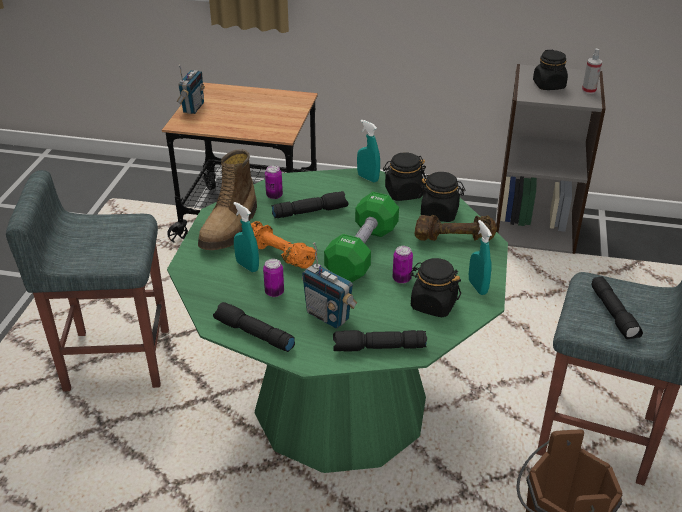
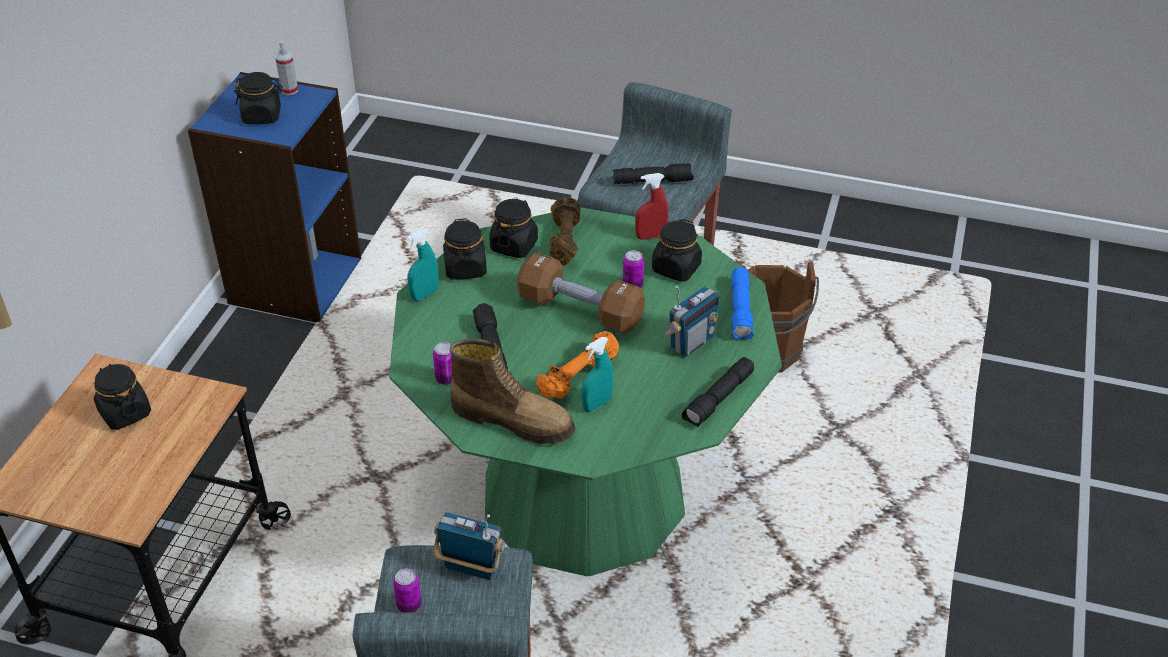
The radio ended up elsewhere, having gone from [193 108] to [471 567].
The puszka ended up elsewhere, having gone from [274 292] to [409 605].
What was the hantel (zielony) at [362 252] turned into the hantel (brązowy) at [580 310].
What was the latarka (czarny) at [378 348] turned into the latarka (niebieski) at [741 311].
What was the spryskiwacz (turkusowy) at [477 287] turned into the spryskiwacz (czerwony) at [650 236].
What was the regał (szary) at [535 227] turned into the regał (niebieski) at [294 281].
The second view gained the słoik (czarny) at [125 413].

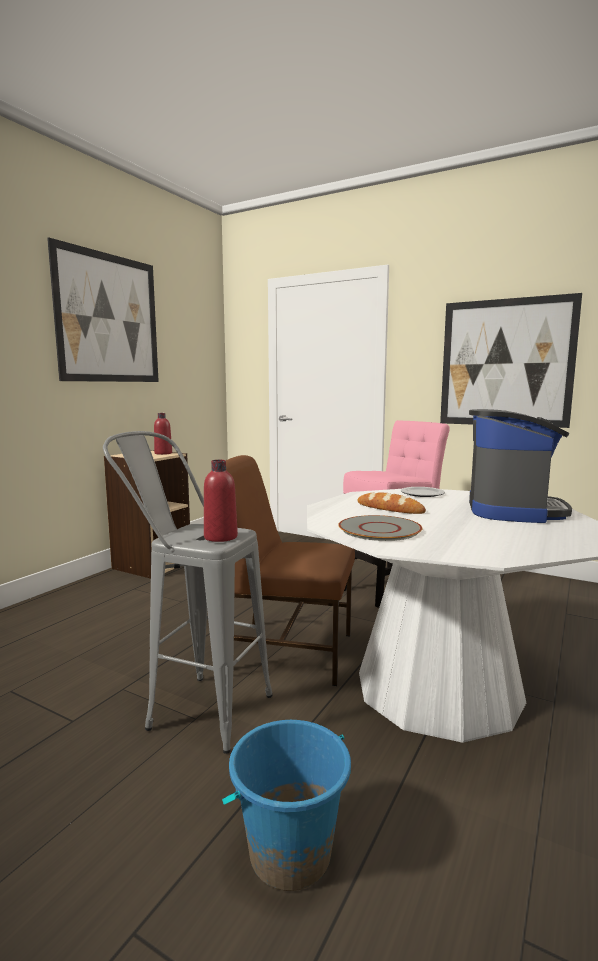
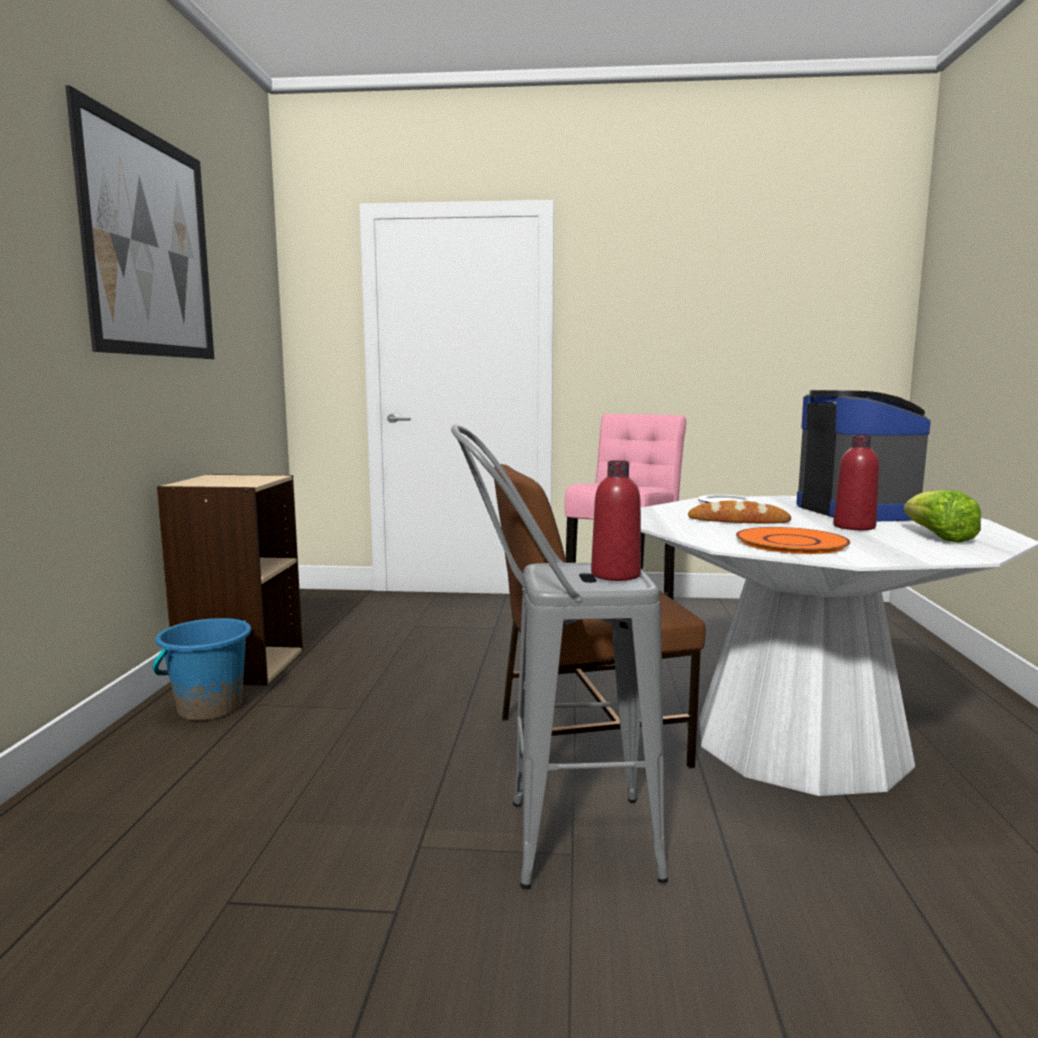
The butelka (czerwony) ended up elsewhere, having gone from [163 453] to [854 527].
The wiadro (niebieski) ended up elsewhere, having gone from [289 853] to [209 708].
What was the talerz (szary) at [379 529] turned into the talerz (pomarańczowy) at [790 542].
The second view lost the obraz at [505 363].
The second view gained the sałata at [937 537].

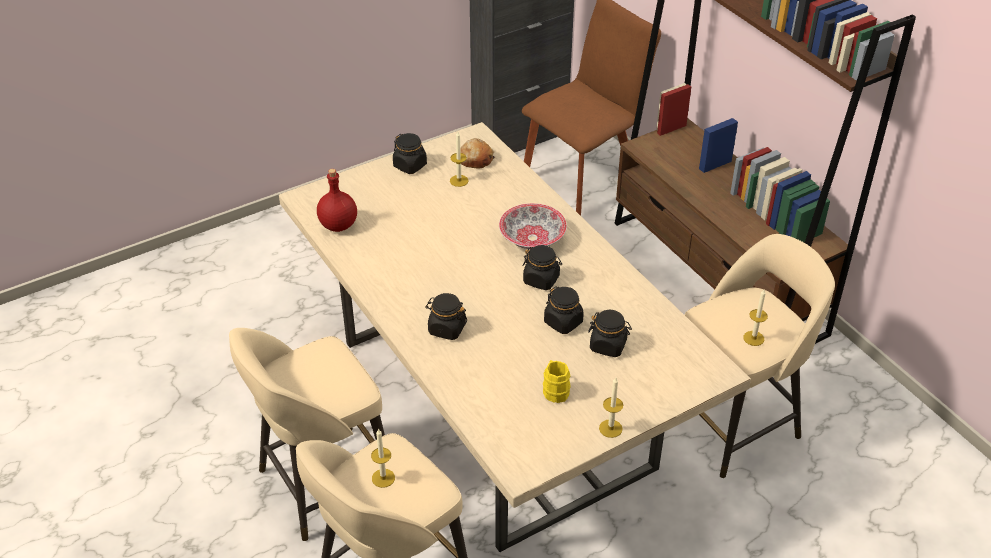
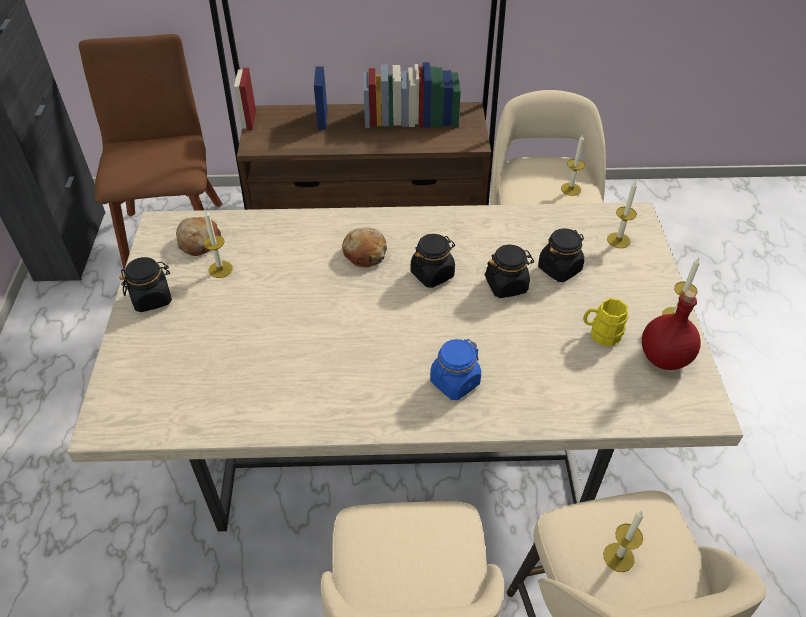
The butelka (czerwony) ended up elsewhere, having gone from [338 225] to [663 357].
What was the słoik (czarny) at [446 329] turned into the słoik (niebieski) at [454 382].
Where the miska stood at [533 238], the chleb came to stand at [365 253].
The second view gained the świeca at [618 240].

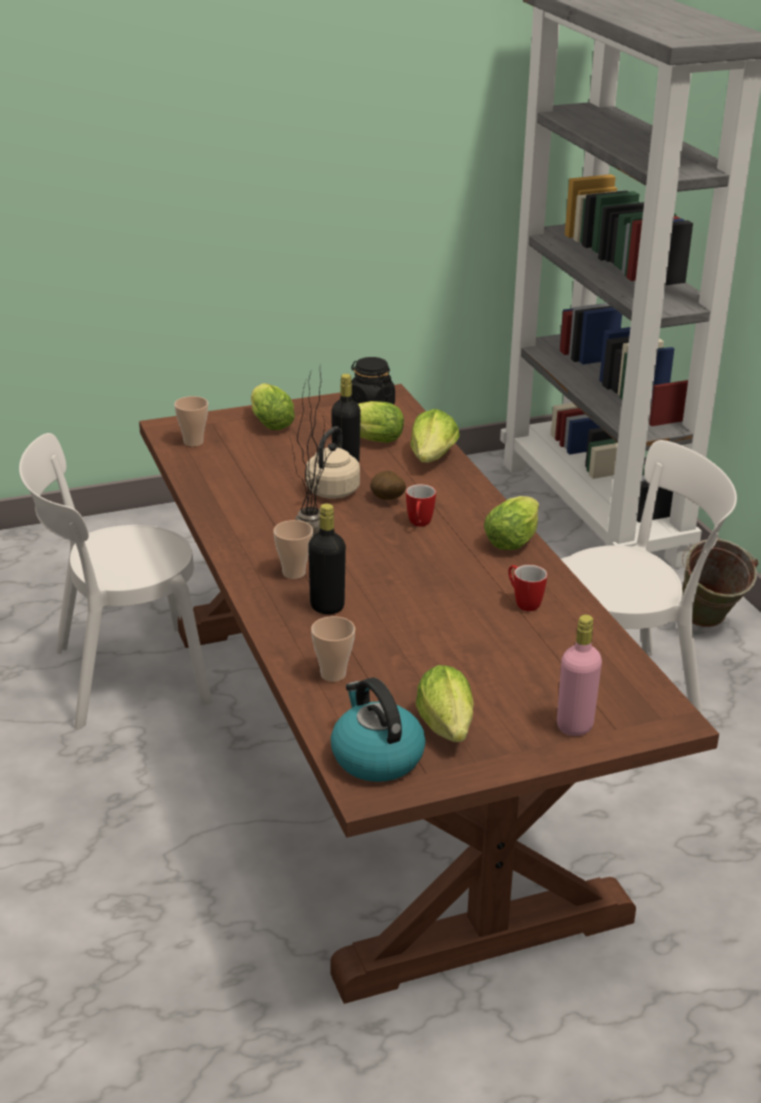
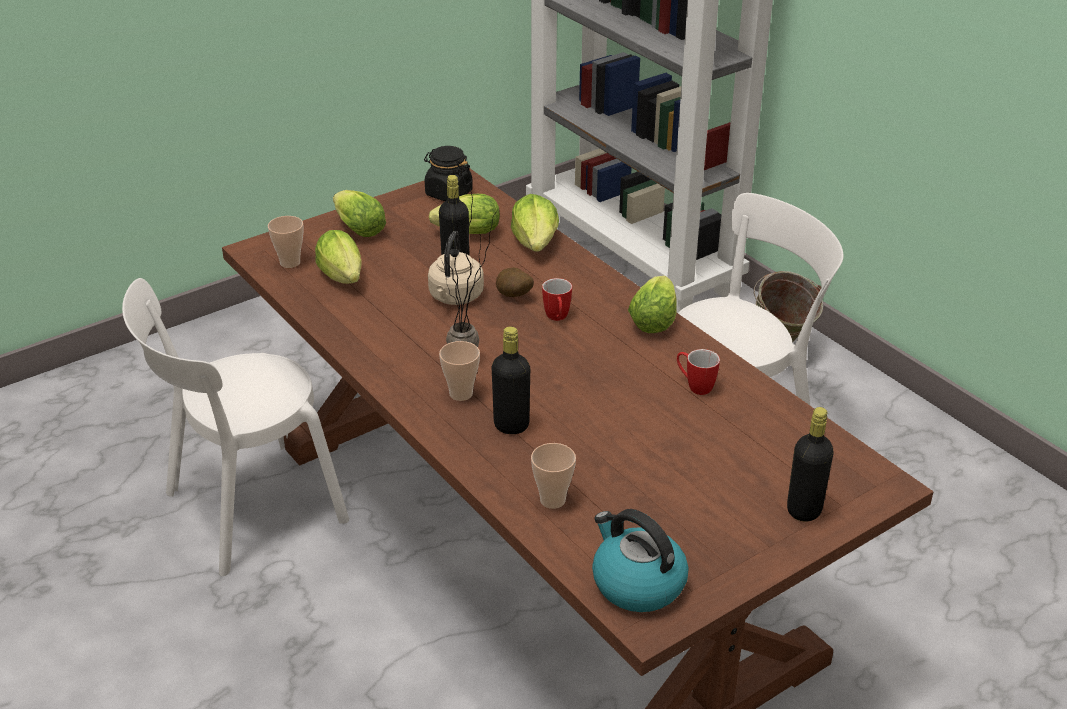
The sałata ended up elsewhere, having gone from [447 730] to [343 279].
What was the butelka (różowy) at [574 726] turned into the butelka (czarny) at [804 510].

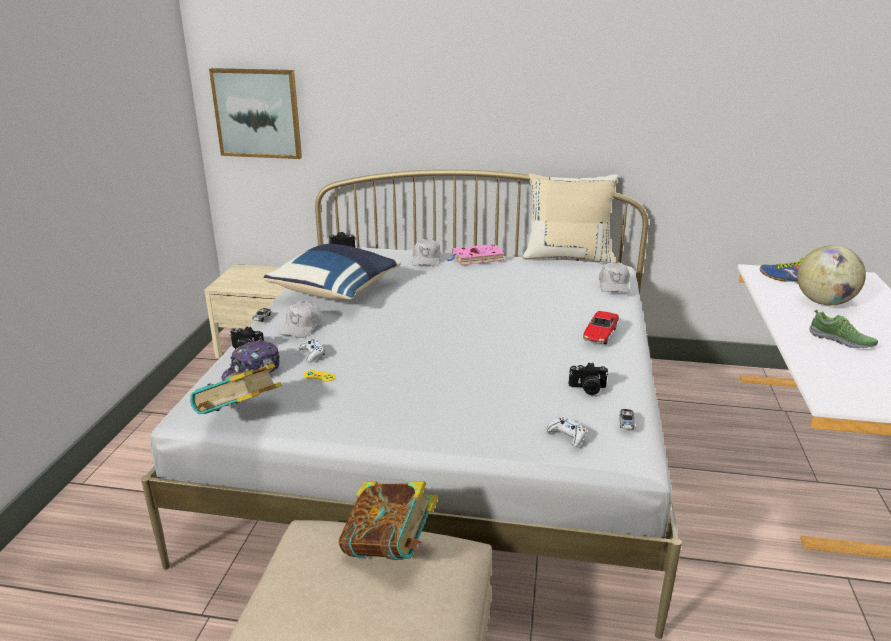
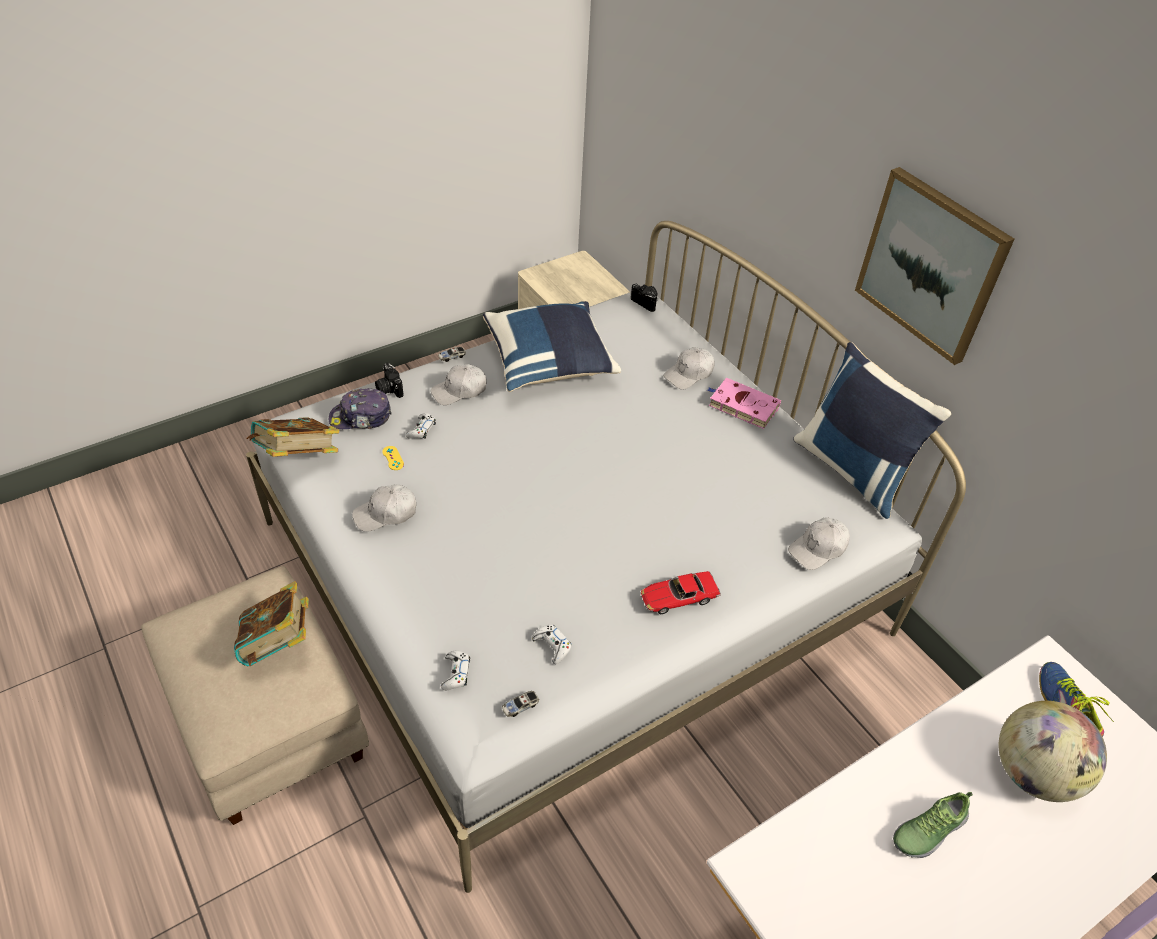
The obraz ended up elsewhere, having gone from [257 113] to [931 265].
What was the poduszka (beżowy) at [568 256] turned into the poduszka (niebieski) at [853 470].
Where the aparat fotograficzny stood at [587 389], the pad do gier (biały) came to stand at [552 646].
The but at [841 341] ended up facing another way, 60 degrees clockwise from before.
The second view gained the czapka z daszkiem (biały) at [386 514].

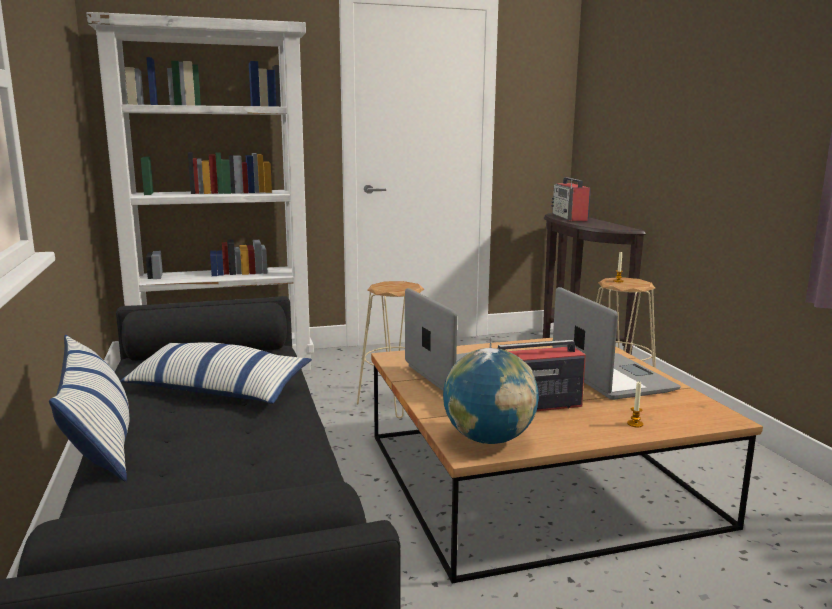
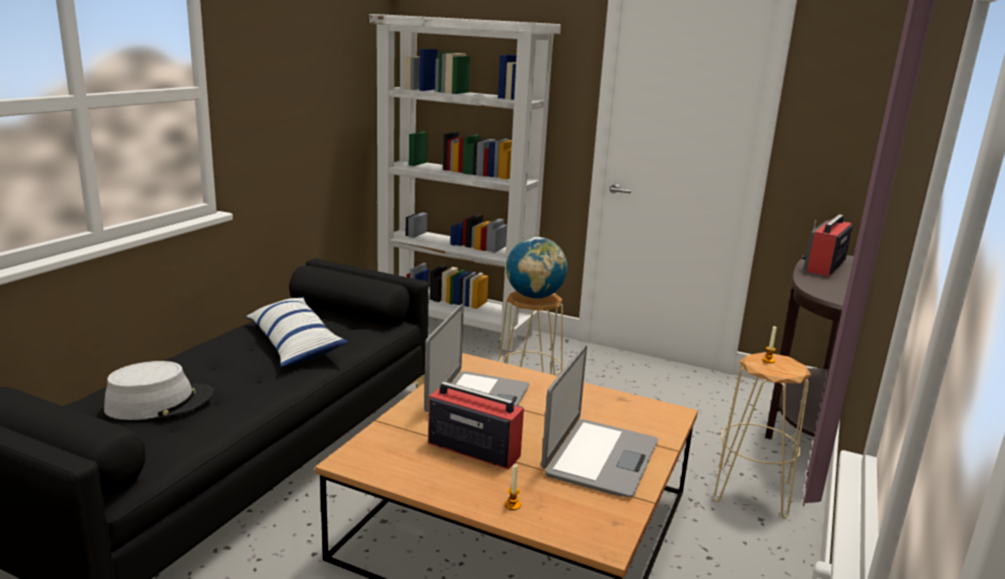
The second view lost the poduszka at [99 439].
The globus ended up elsewhere, having gone from [488 439] to [534 296].
The second view gained the kapelusz (szary) at [160 402].

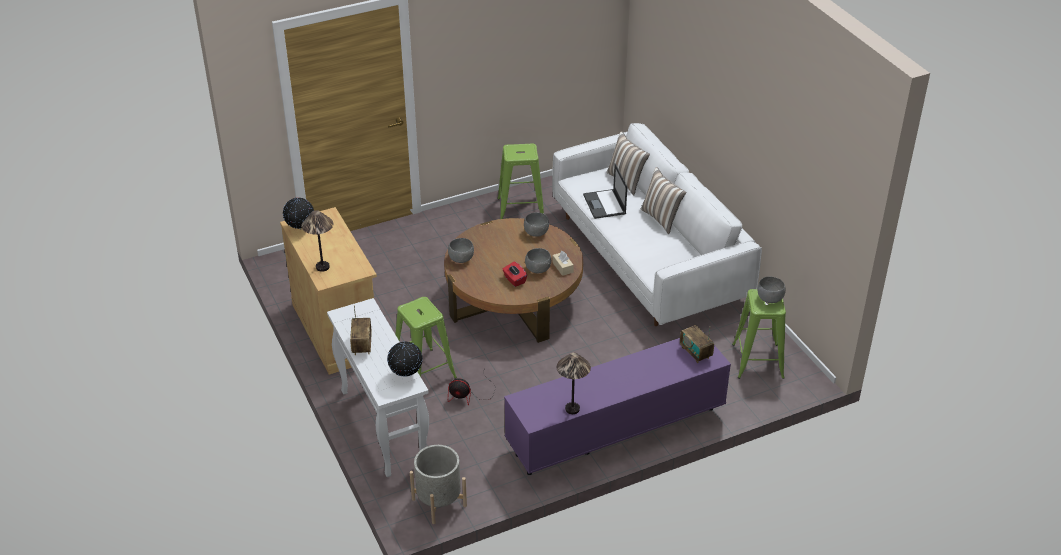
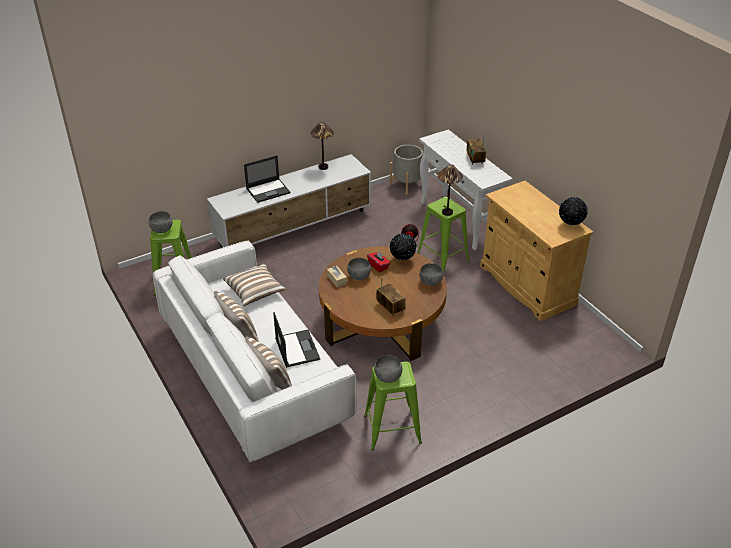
The lampa stołowa ended up elsewhere, having gone from [323 267] to [447 212].
The globus ended up elsewhere, having gone from [406 375] to [402 260].
What was the szafka pod telewizor (fioletowy) at [614 431] turned into the szafka pod telewizor (biały) at [294 227].
The miska (szary) ended up elsewhere, having gone from [536 233] to [387 378].
The radio ended up elsewhere, having gone from [695 353] to [390 307].
The second view gained the poduszka at [255 291].
The second view gained the laptop at [268 190].

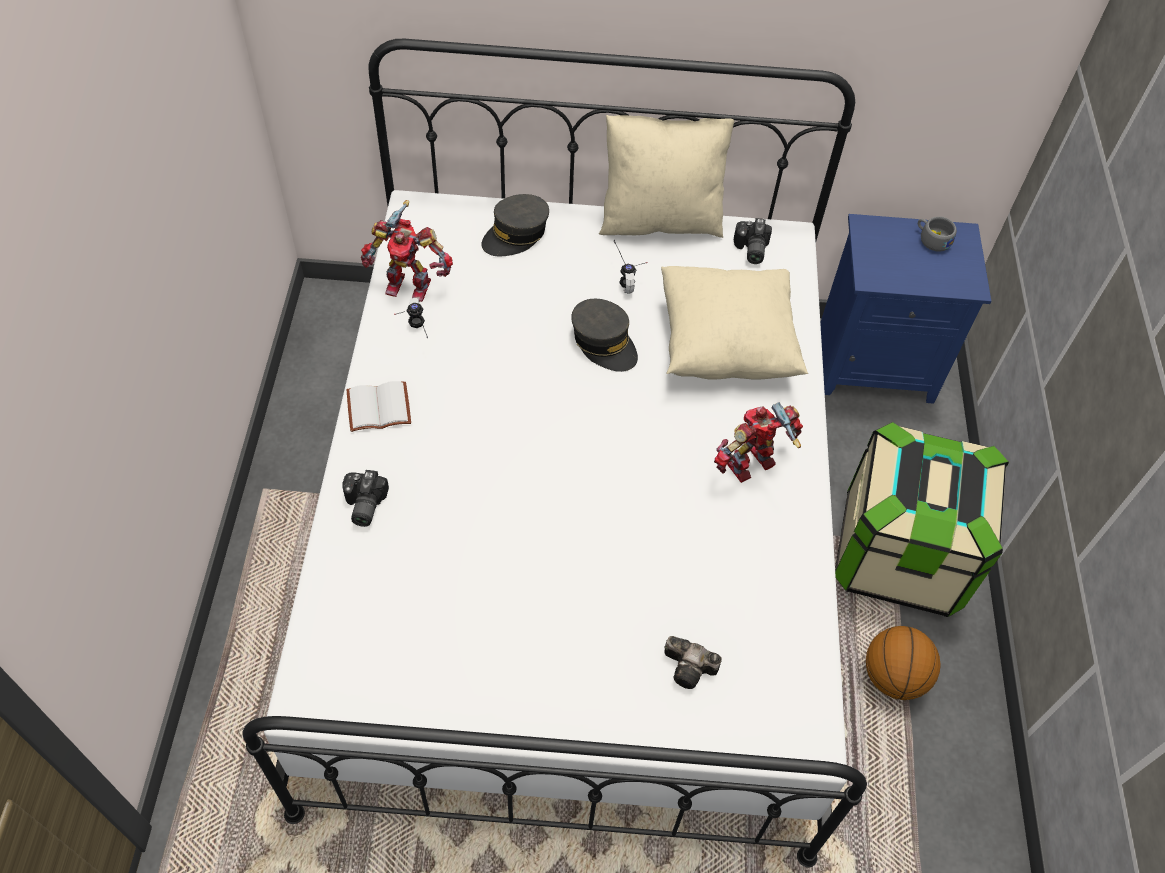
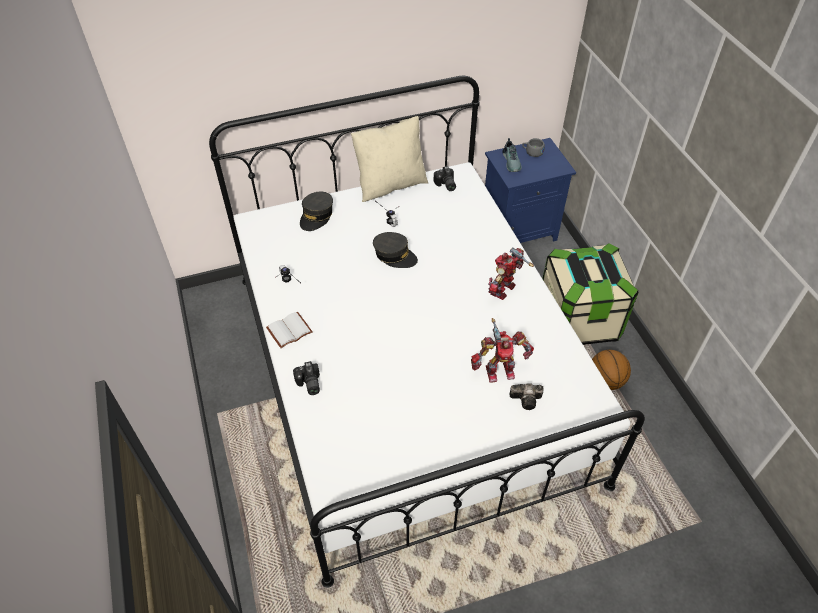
The robot zabawkowy ended up elsewhere, having gone from [409 284] to [499 370].
The second view lost the poduszka (beżowy) at [725 345].
The second view gained the but at [512 161].

